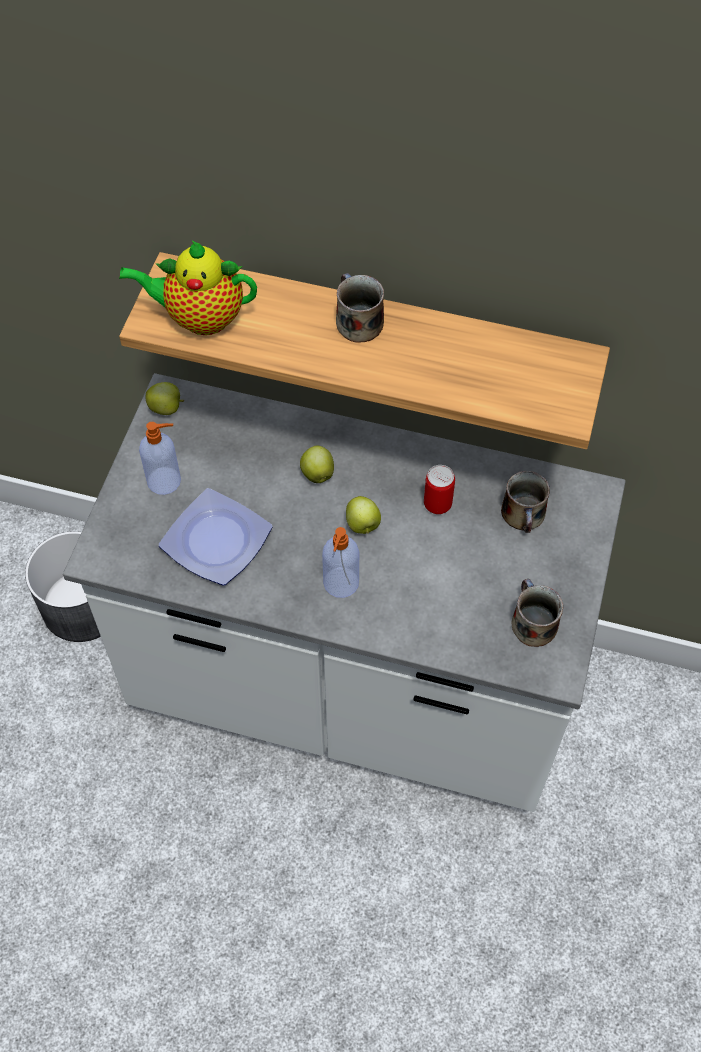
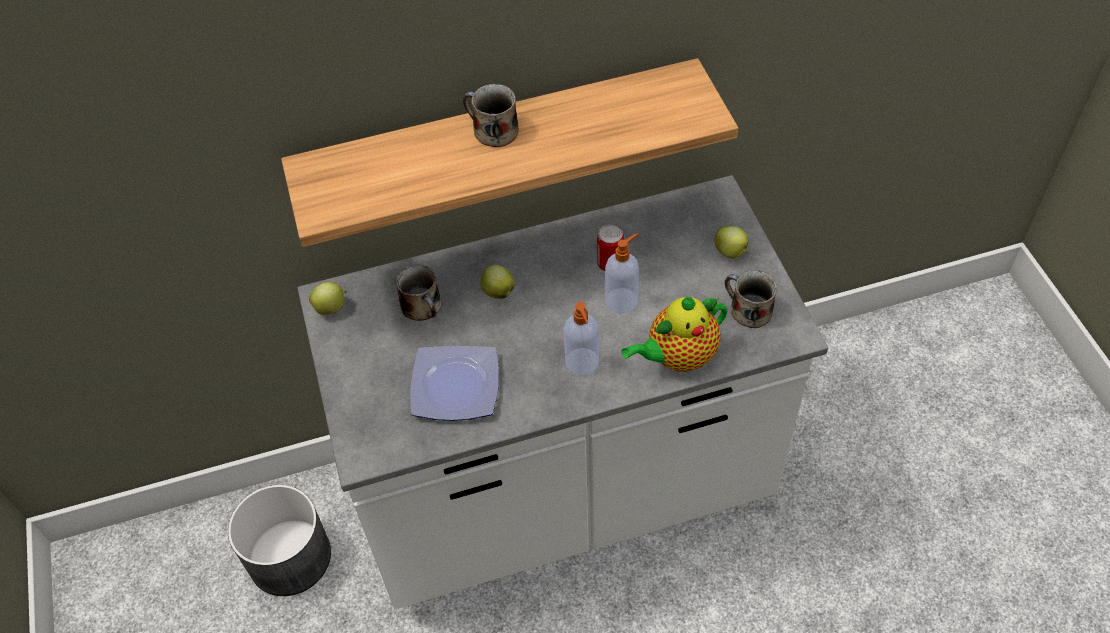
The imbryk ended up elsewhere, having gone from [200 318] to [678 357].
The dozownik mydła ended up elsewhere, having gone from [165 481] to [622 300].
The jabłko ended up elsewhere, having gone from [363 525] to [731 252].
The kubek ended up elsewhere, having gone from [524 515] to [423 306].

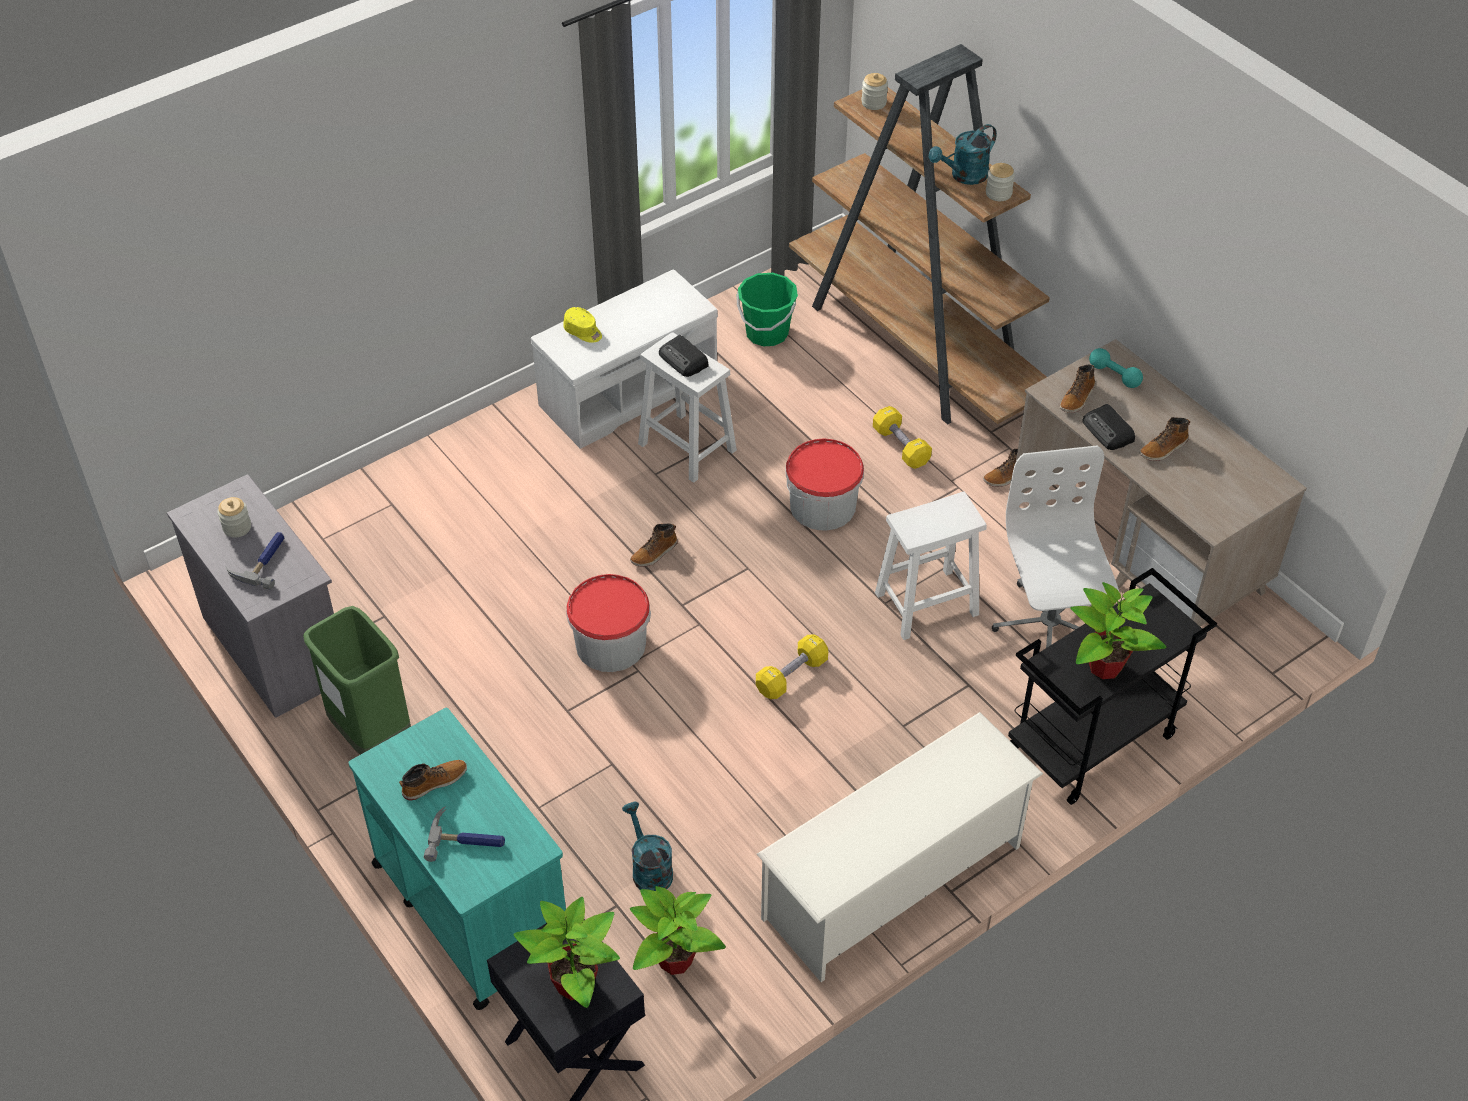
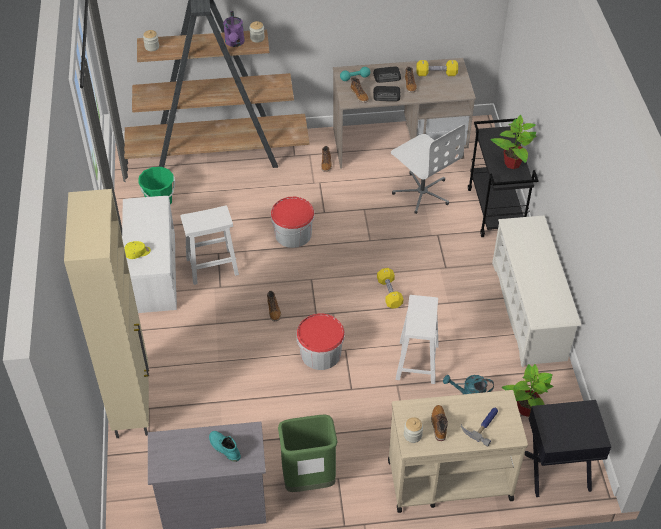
The słoik ended up elsewhere, having gone from [237 527] to [412 435].
Where the młotek stood at [263 561], the but z cholewką (turkusowy) came to stand at [224 448].
What was the wózek (turkusowy) at [470 906] turned into the wózek (beżowy) at [448 479].
The second view lost the roślina doniczkowa at [576 984].
The radio ended up elsewhere, having gone from [684 360] to [387 76].
The hantel (żółty) ended up elsewhere, having gone from [901 446] to [436 74].
The stołek (biały) ended up elsewhere, having gone from [925 605] to [417 363].
What was the konewka (turkusowy) at [964 176] turned into the konewka (fioletowy) at [235 43].
The krzesło biurowe (biały) at [1048 624] ended up facing another way, 150 degrees counterclockwise from before.
The second view gained the szafka (beżowy) at [133 404].

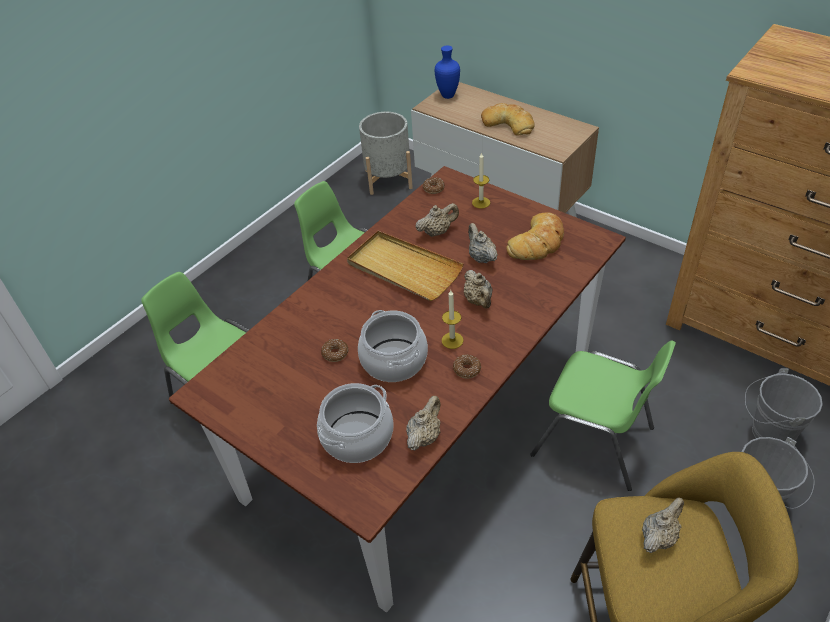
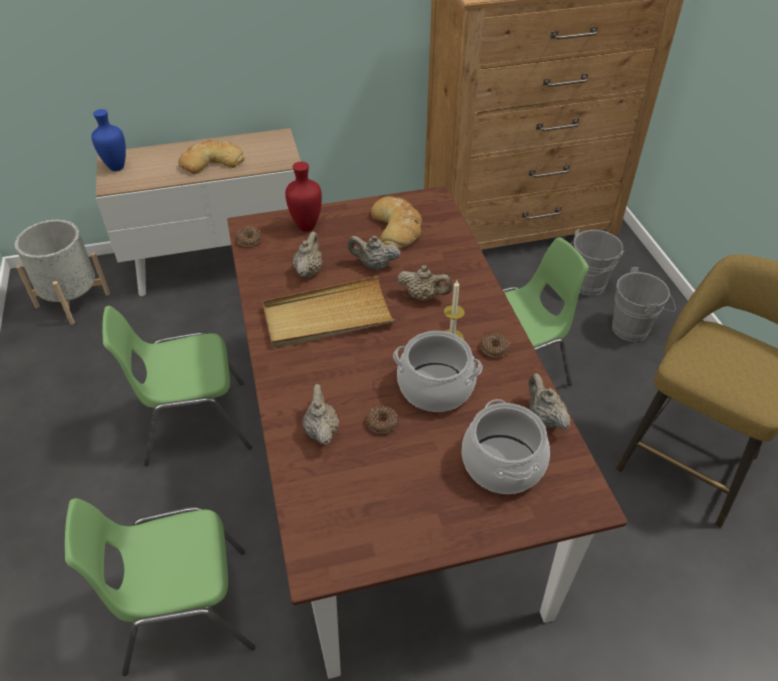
Where the świeca stood at [481 202], the wazon (czerwony) came to stand at [307 226].
The imbryk (beżowy) ended up elsewhere, having gone from [659 536] to [321 430].

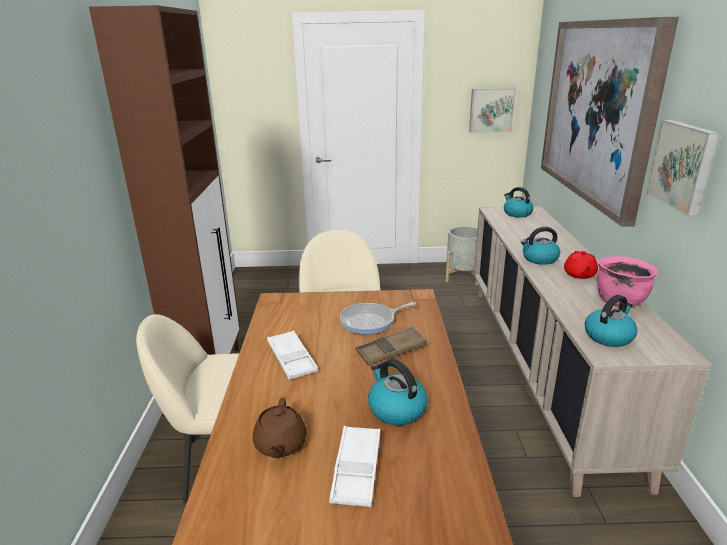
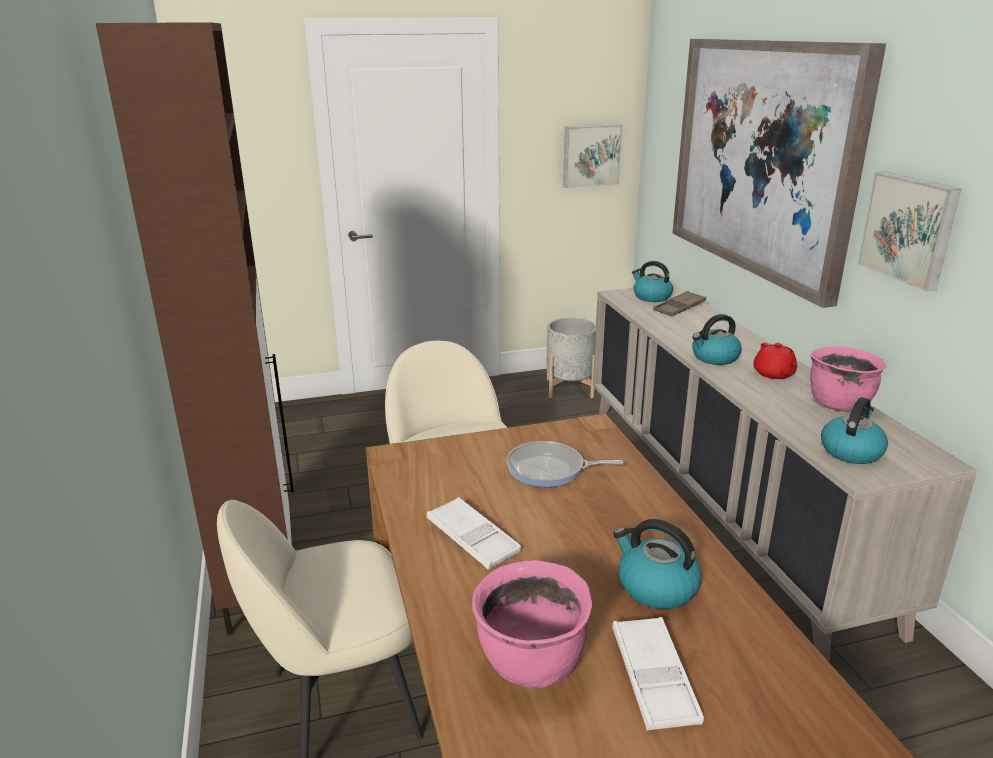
Where the imbryk (brązowy) stood at [280 445], the garnek (różowy) came to stand at [531 664].
The patelnia at [370 321] ended up facing another way, 45 degrees clockwise from before.
The taca (brązowy) ended up elsewhere, having gone from [391 350] to [679 308].

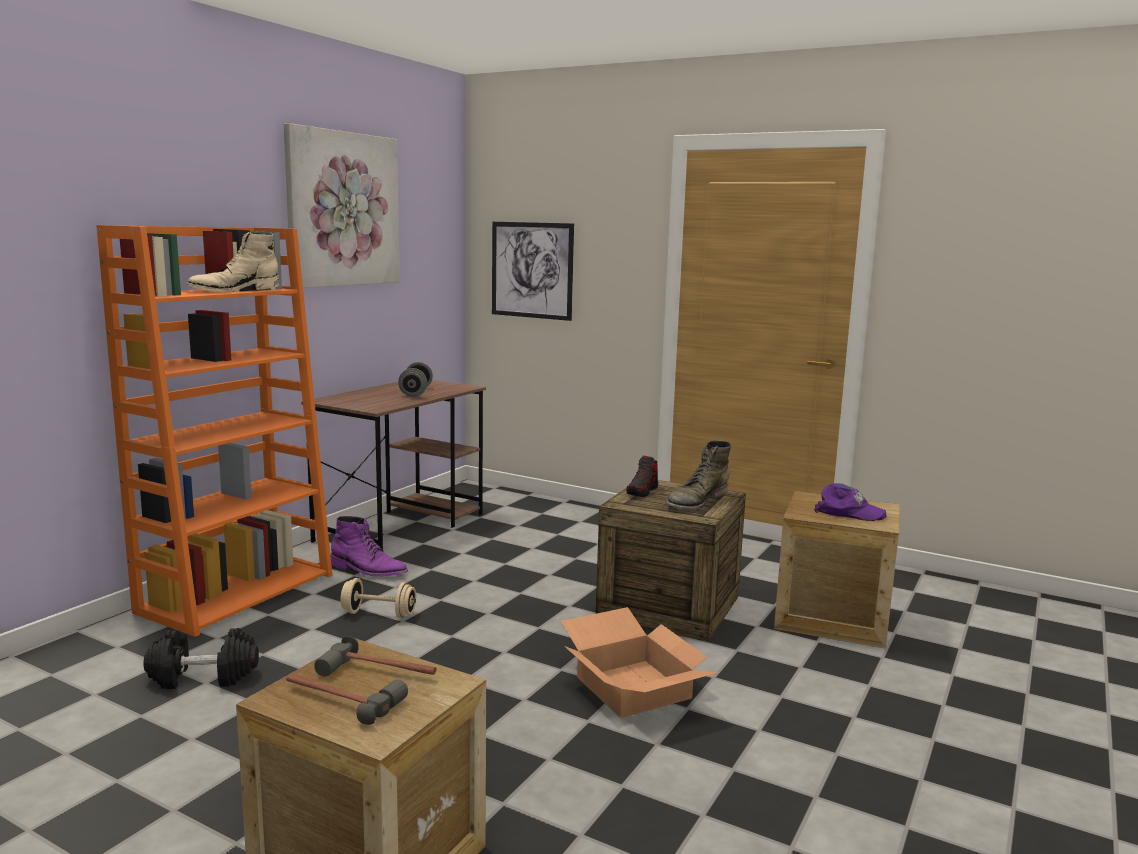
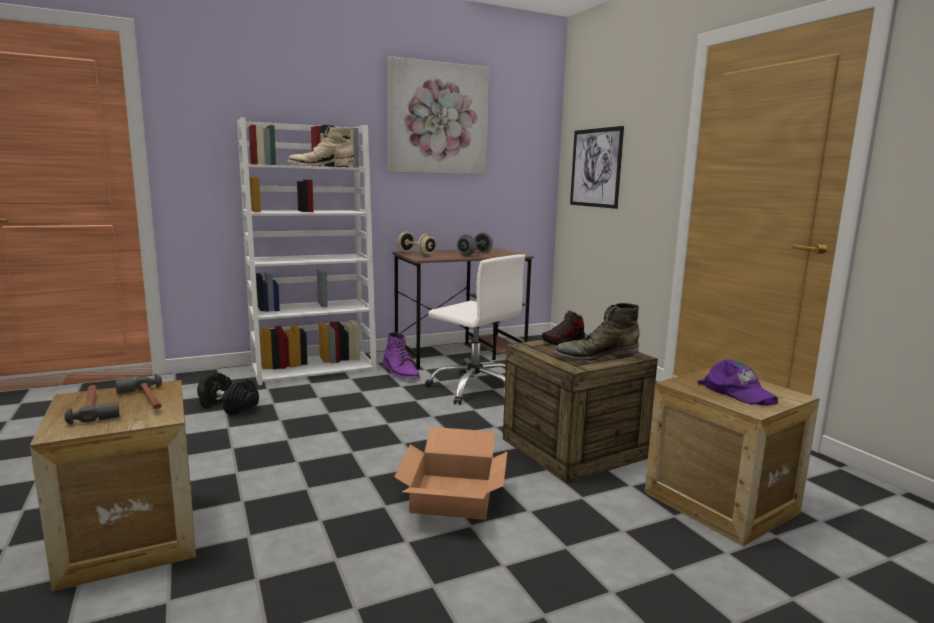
What was the regał (pomarańczowy) at [238 592] turned into the regał (biały) at [314 368].
The hantel (beżowy) ended up elsewhere, having gone from [379 614] to [416 253].
The second view gained the krzesło biurowe (biały) at [475 388].

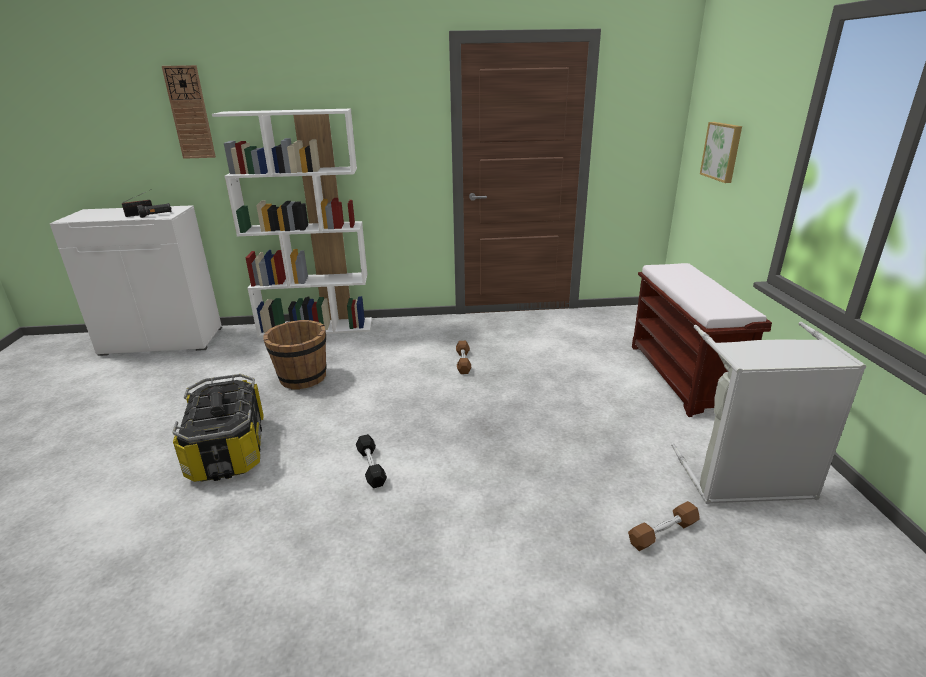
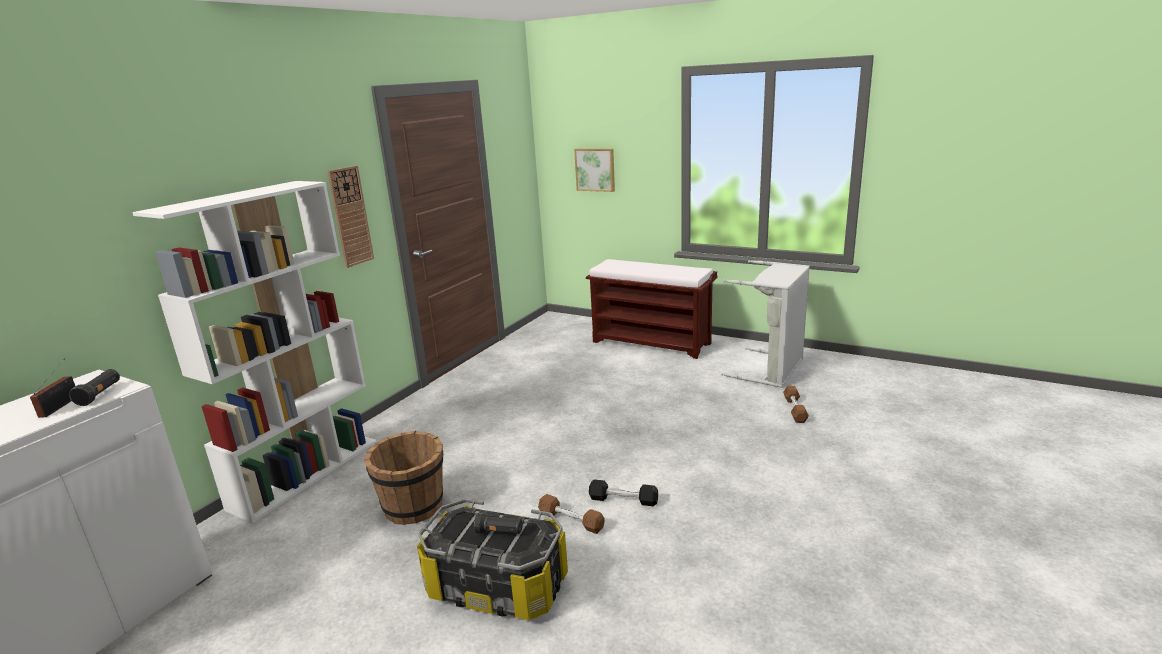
The zegar ścienny ended up elsewhere, having gone from [190 113] to [350 216].
The hantel (brązowy) ended up elsewhere, having gone from [463 362] to [571 521].

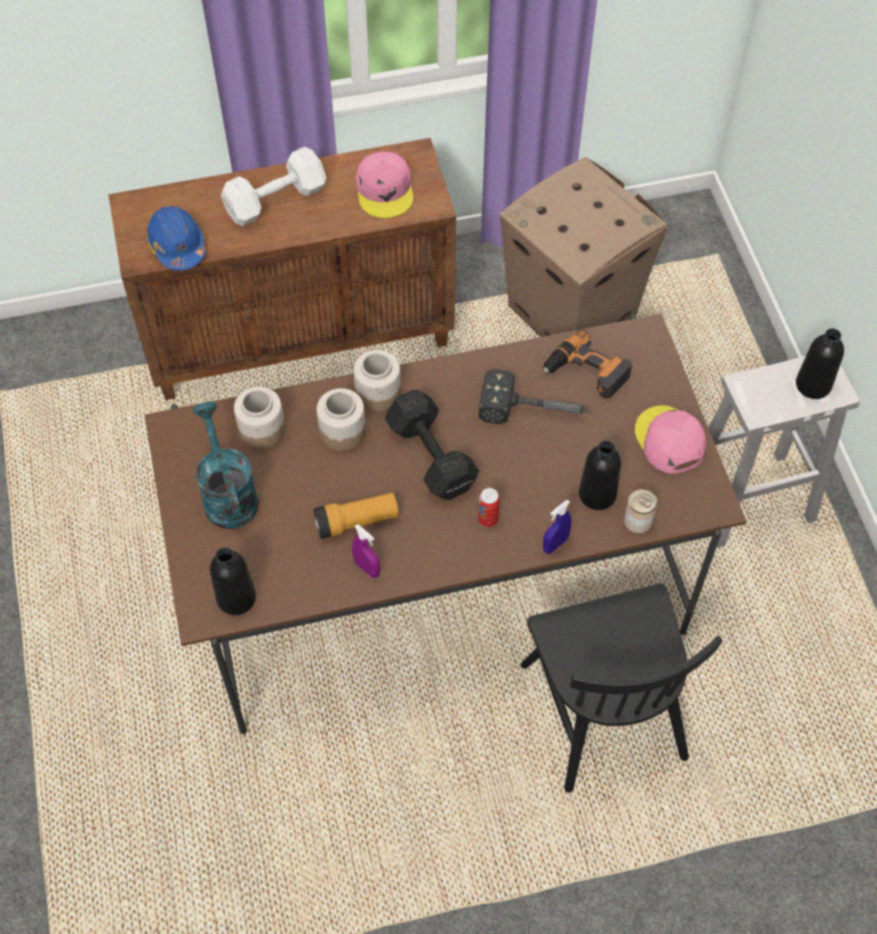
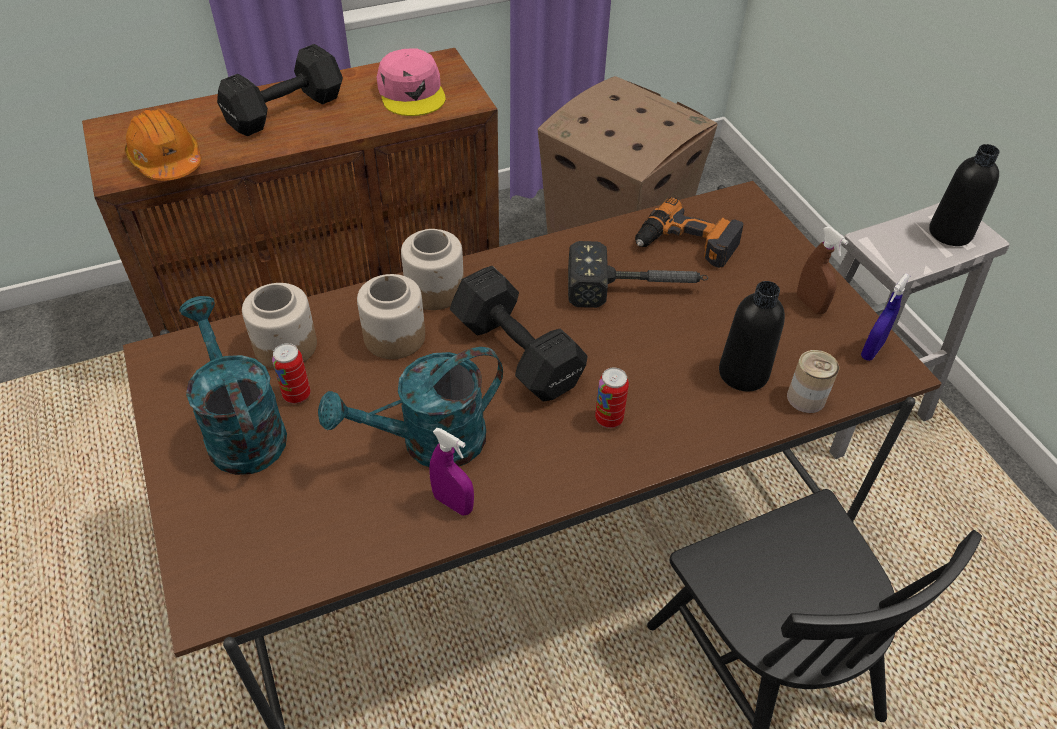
What was the kask (niebieski) at [177 246] turned into the kask (pomarańczowy) at [166 161].
The second view lost the butelka (czarny) at [236 598].
What was the hantel (biały) at [273 201] turned into the hantel (czarny) at [282 111].
Where the latarka stood at [356 522], the konewka (turkusowy) came to stand at [429 443].
The spryskiwacz (niebieski) ended up elsewhere, having gone from [555 544] to [872 350].
Where the czapka z daszkiem (różowy) stood at [669 441], the spryskiwacz (brązowy) came to stand at [810 304].
The second view gained the puszka at [297 395].

